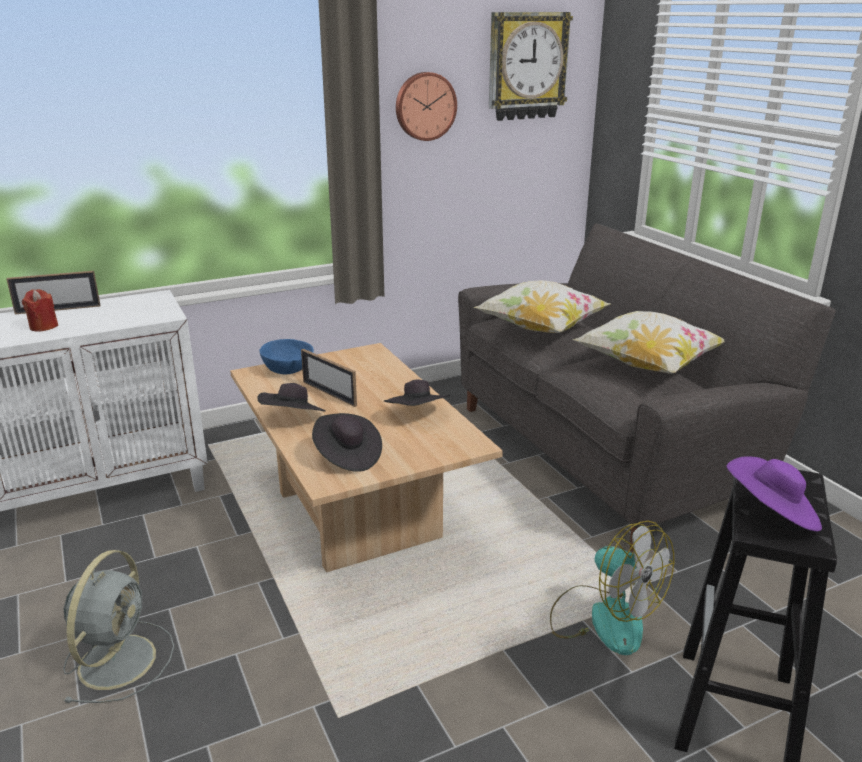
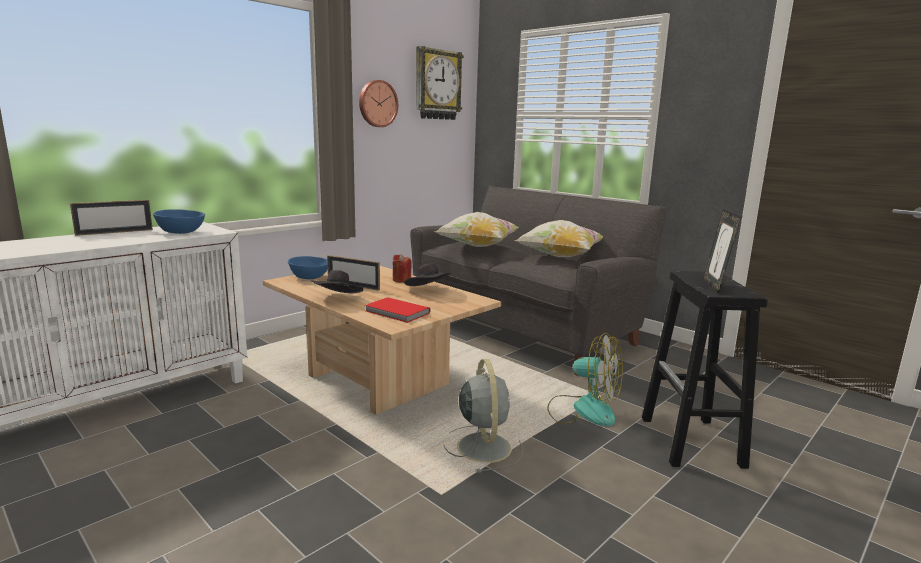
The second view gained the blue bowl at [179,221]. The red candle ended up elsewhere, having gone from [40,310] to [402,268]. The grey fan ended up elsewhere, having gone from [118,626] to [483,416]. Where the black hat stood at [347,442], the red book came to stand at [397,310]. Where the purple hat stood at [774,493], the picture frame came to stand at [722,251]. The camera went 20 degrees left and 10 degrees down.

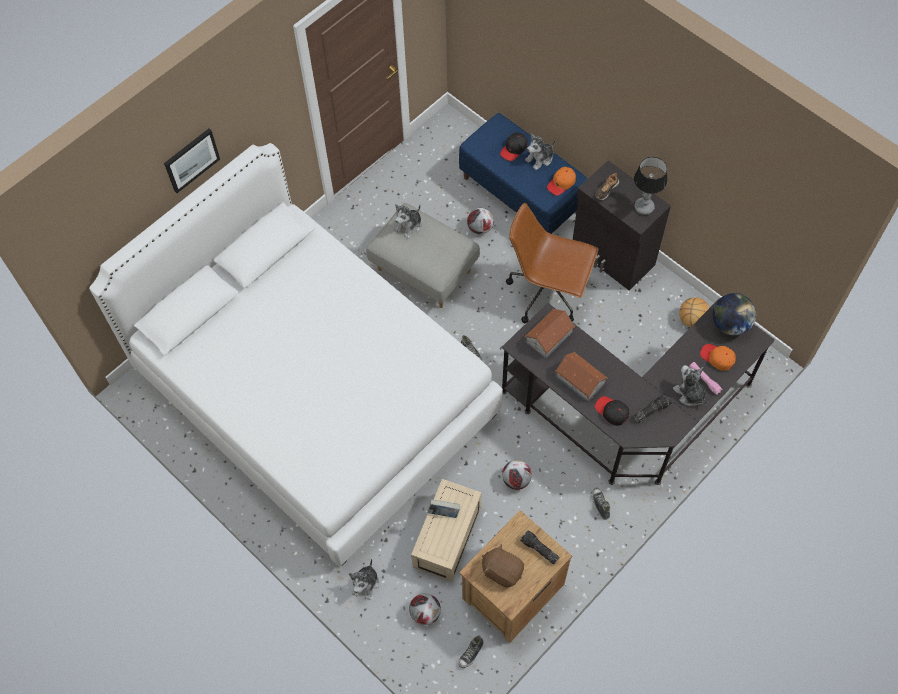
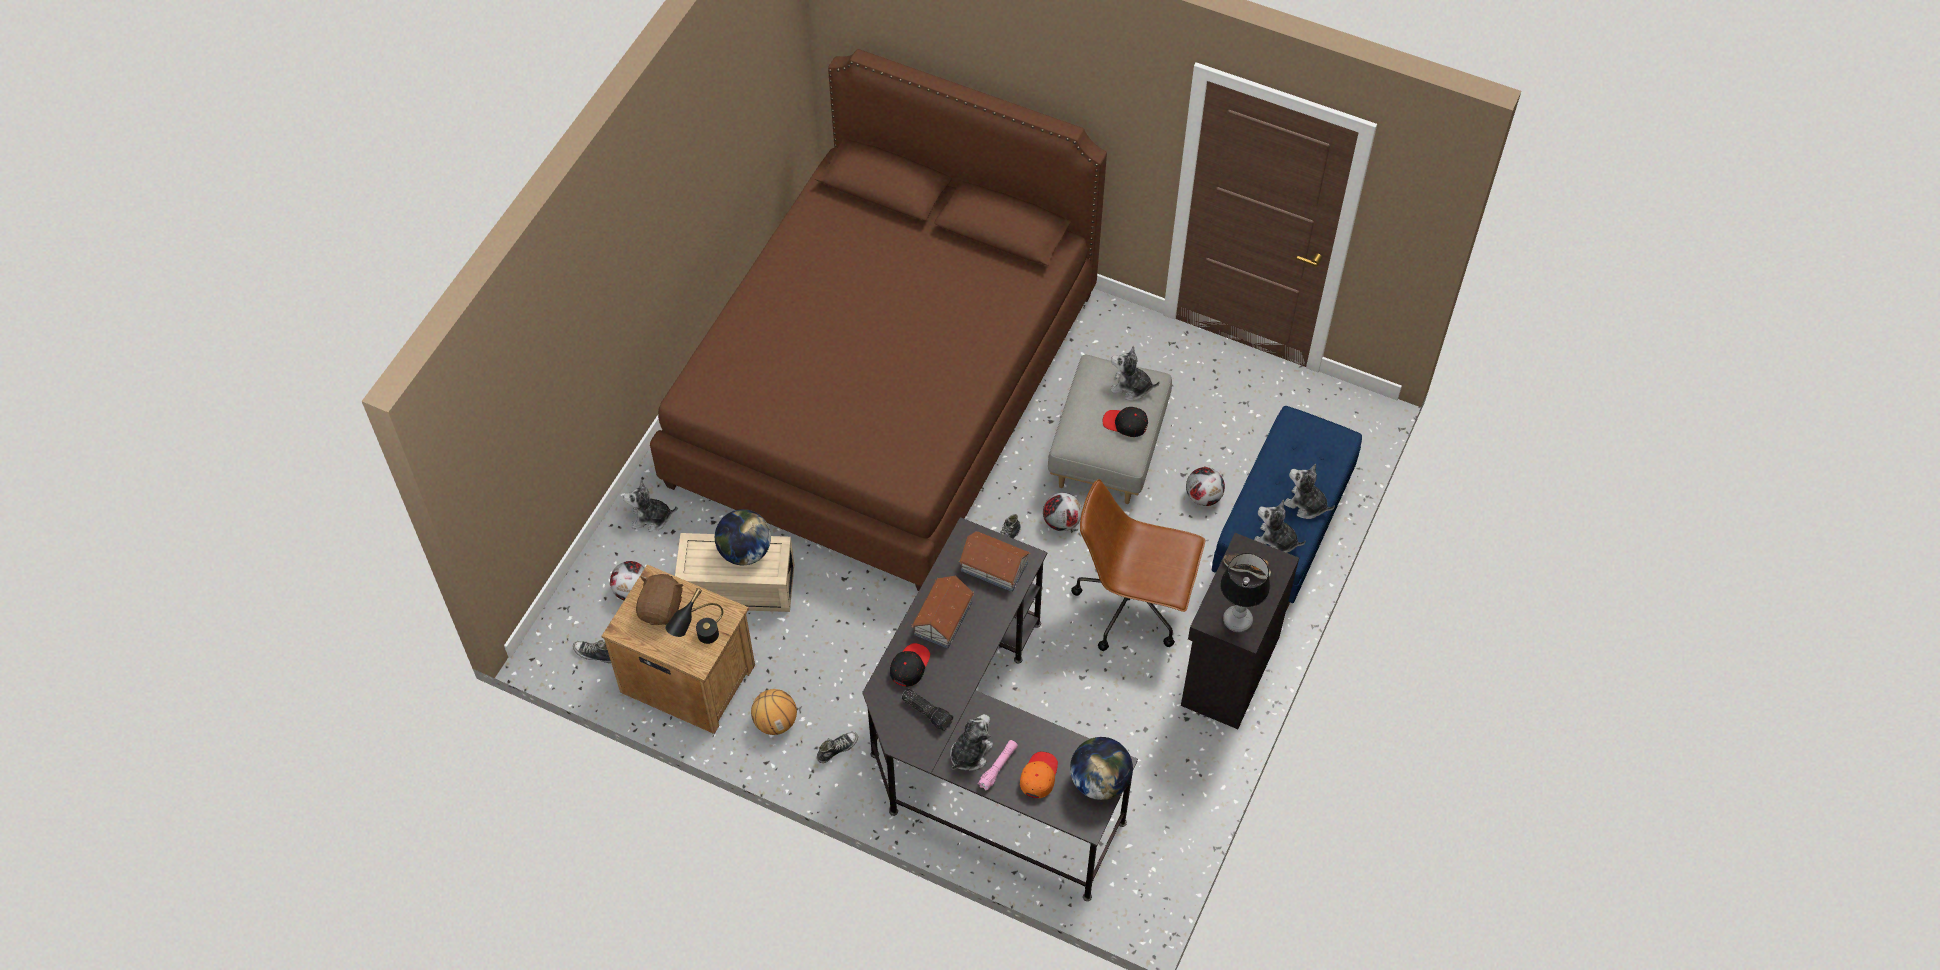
The second view lost the picture at [192,161]. The black cap ended up elsewhere, having gone from [513,146] to [1125,422]. The football ended up elsewhere, having gone from [517,475] to [1062,512]. The basketball ended up elsewhere, having gone from [694,312] to [774,712]. Where the book stood at [443,508], the globe came to stand at [743,537]. Where the flashlight stood at [539,547], the black table lamp came to stand at [694,616]. Where the orange cap stood at [561,181], the plush toy came to stand at [1280,526]. What was the white bed at [296,354] turned into the brown bed at [878,320]. The brown office chair at [552,263] ended up facing another way, 75 degrees counterclockwise from before. The camera went 70 degrees right and 5 degrees down.

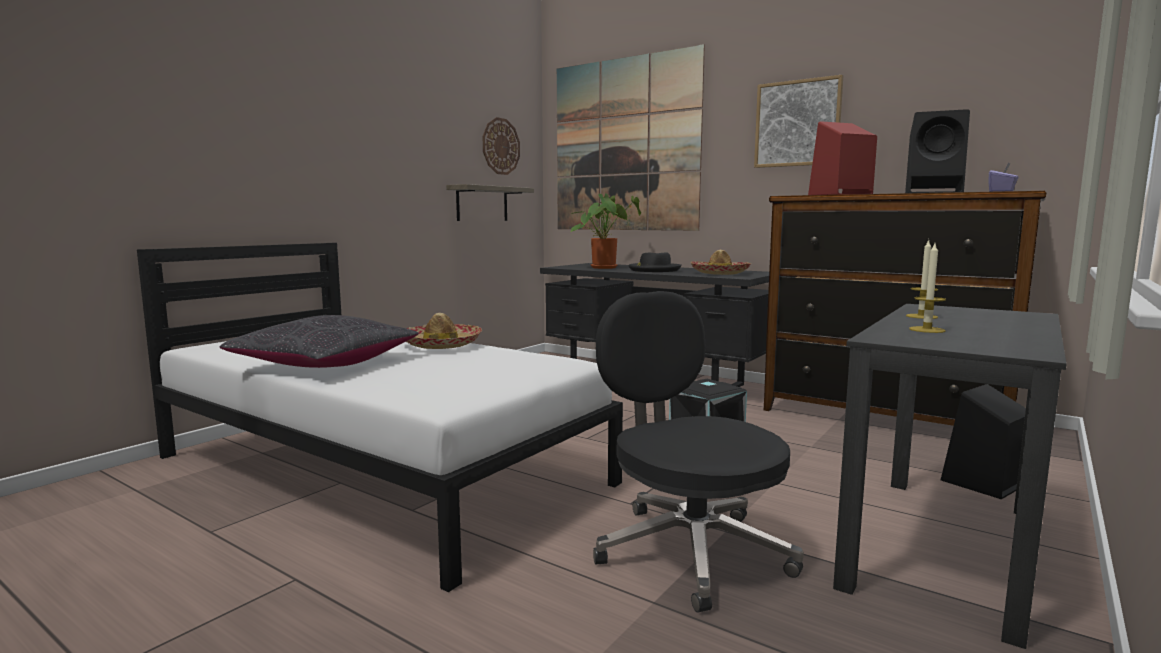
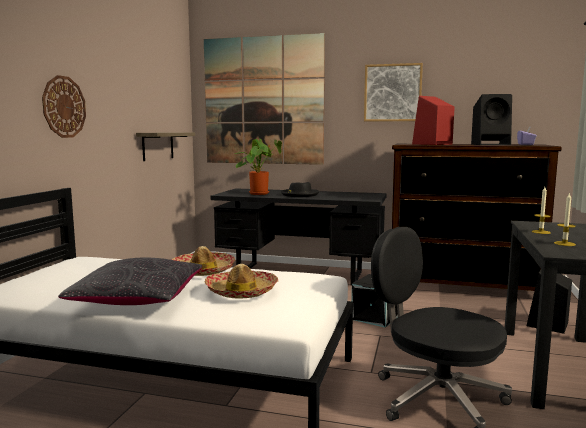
The wall clock ended up elsewhere, having gone from [501,146] to [64,106]. The hat ended up elsewhere, having gone from [720,262] to [241,281]. The camera went 20 degrees left and 0 degrees up.

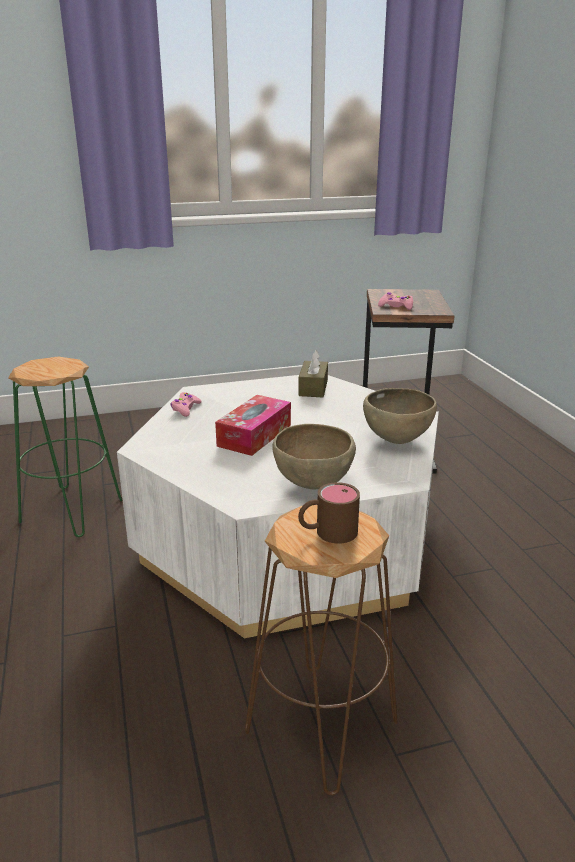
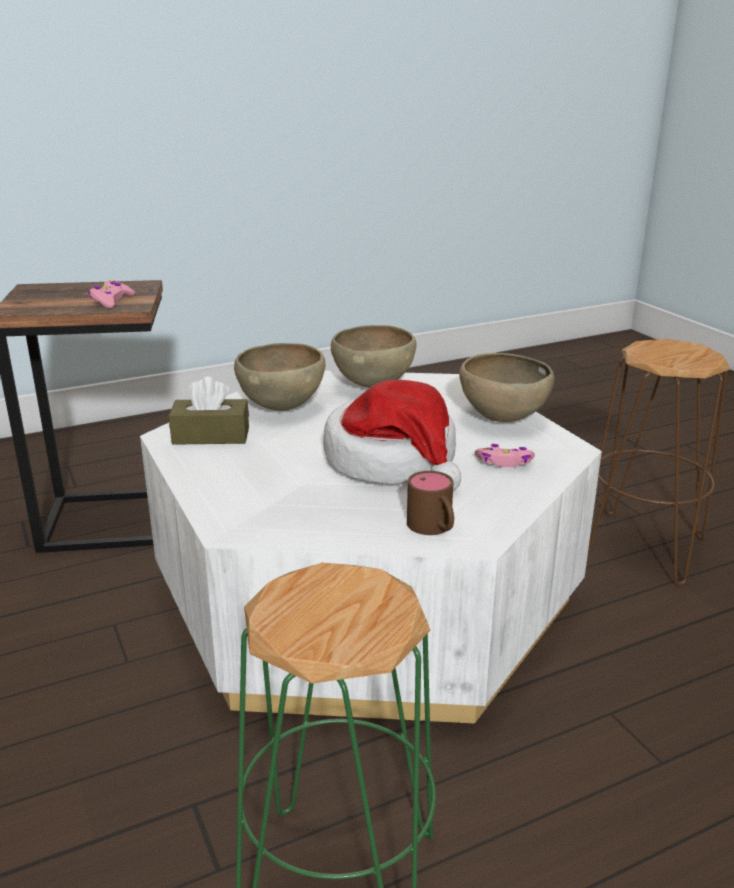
The second view gained the brown bowl at [279,377]. The pink game controller ended up elsewhere, having gone from [186,404] to [505,455]. The brown mug ended up elsewhere, having gone from [329,513] to [430,503]. Where the tissue box stood at [253,425], the hat came to stand at [392,435]. The camera went 100 degrees left and 0 degrees up.

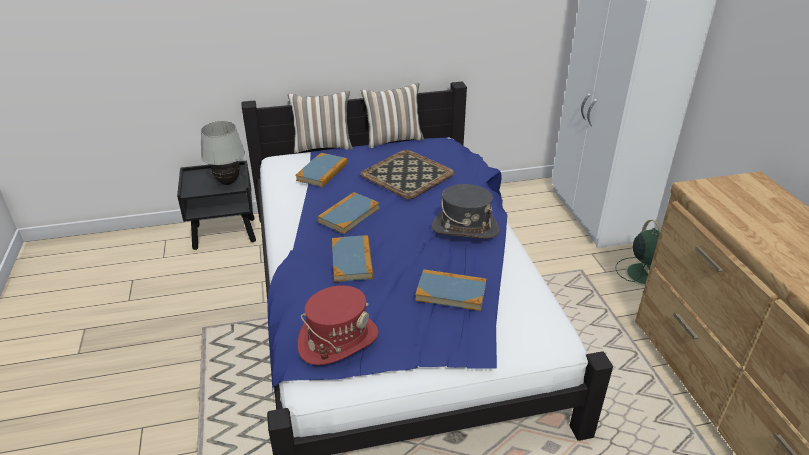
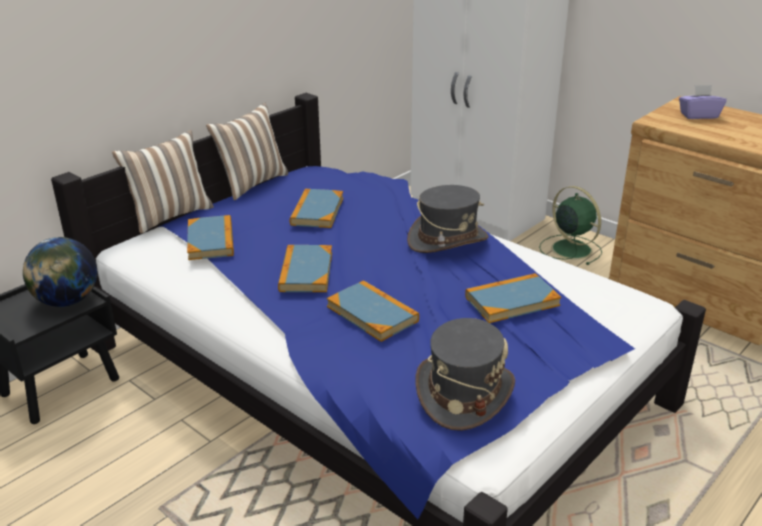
The second view gained the purple tissue box at [703,102]. Where the white table lamp stood at [223,153], the globe came to stand at [60,272]. Where the tray stood at [407,174], the book came to stand at [316,208]. What was the red hat at [338,325] turned into the grey hat at [465,374]. The camera went 35 degrees left and 5 degrees down.

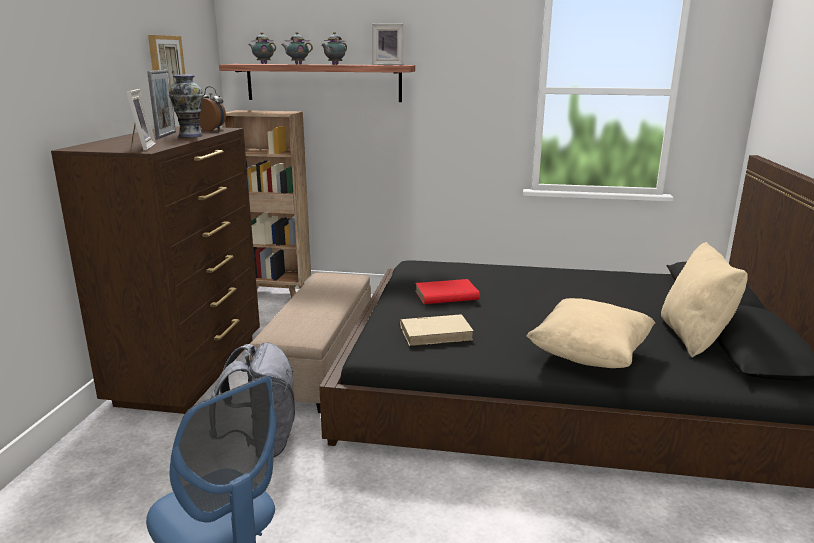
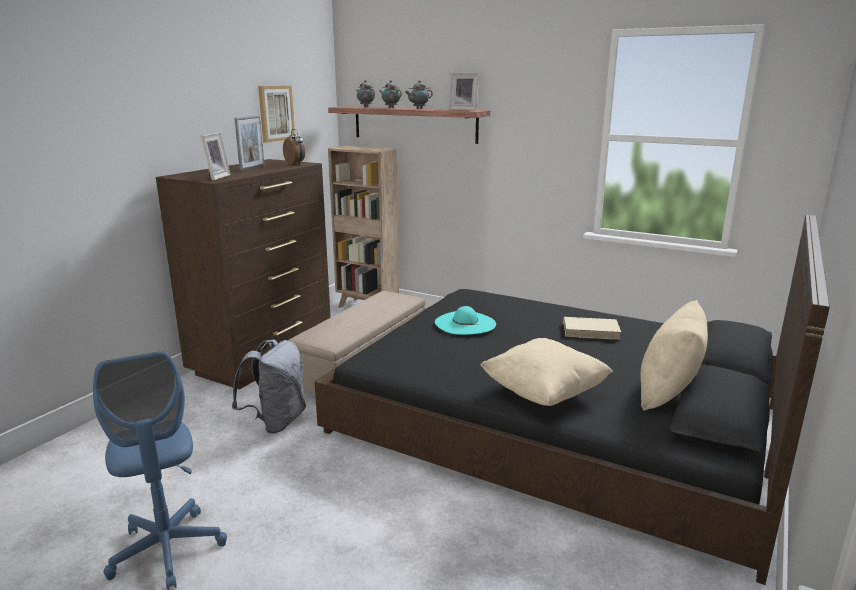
The second view lost the vase at [186,106]. The beige book ended up elsewhere, having gone from [436,330] to [592,328]. Where the red book stood at [447,291], the turquoise hat came to stand at [465,320]. The camera went 20 degrees right and 0 degrees up.

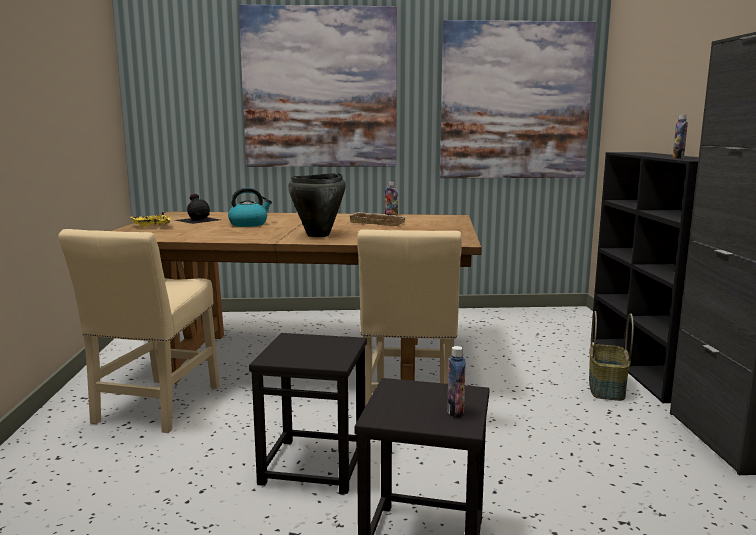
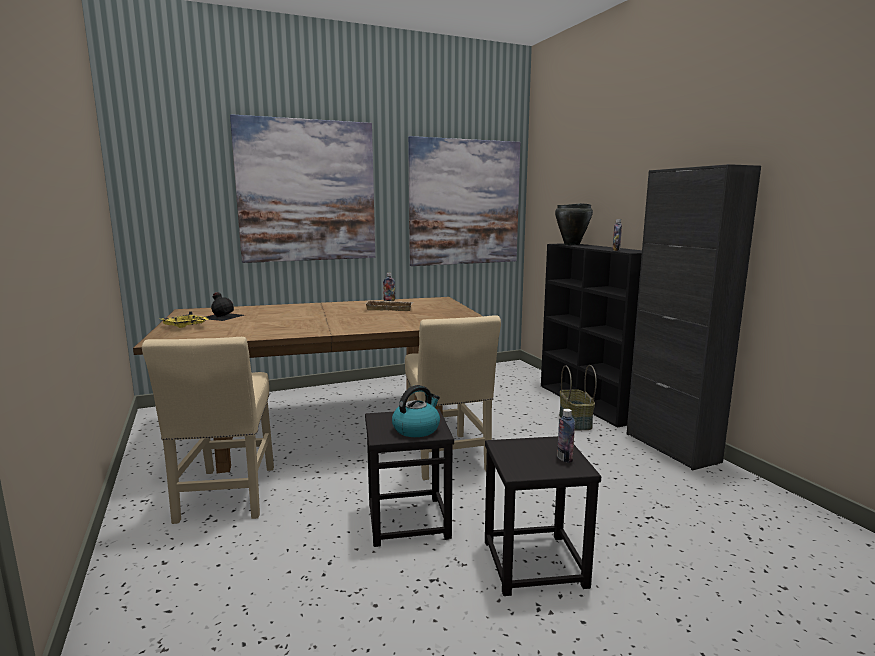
The kettle ended up elsewhere, having gone from [250,207] to [416,411]. The black cooking pot ended up elsewhere, having gone from [317,205] to [574,224]. The camera went 20 degrees left and 0 degrees up.

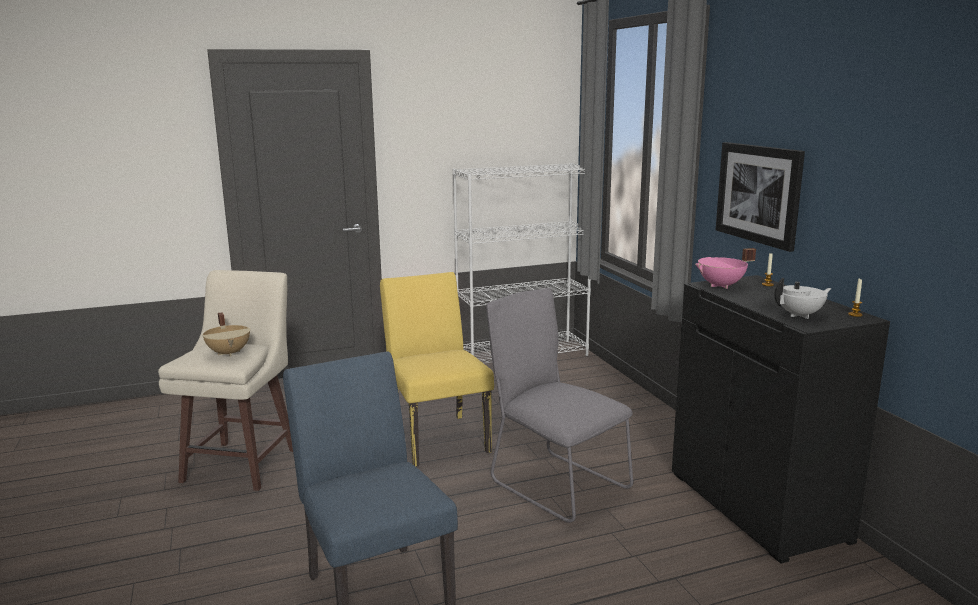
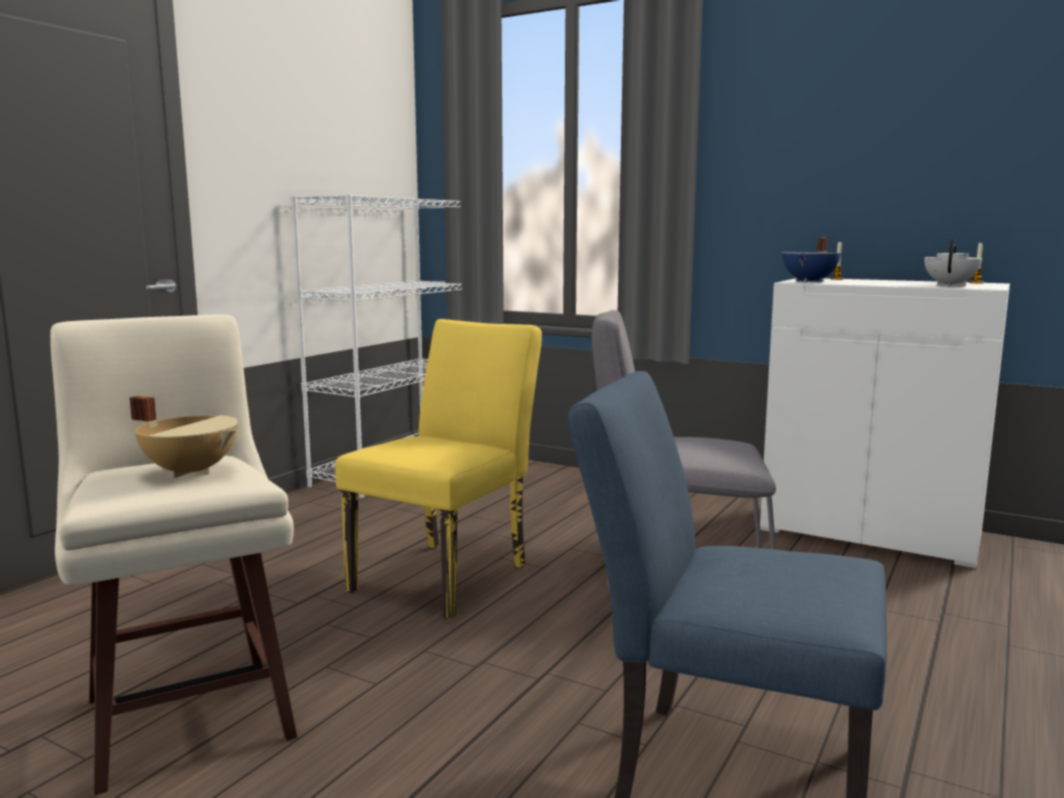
The second view lost the picture at [760,197]. What was the black cabinet at [781,419] turned into the white cabinet at [885,423]. What was the pink cooking pot at [725,268] turned into the blue cooking pot at [811,260]. The yellow chair at [437,369] ended up facing another way, 90 degrees clockwise from before. The camera went 40 degrees left and 5 degrees down.

